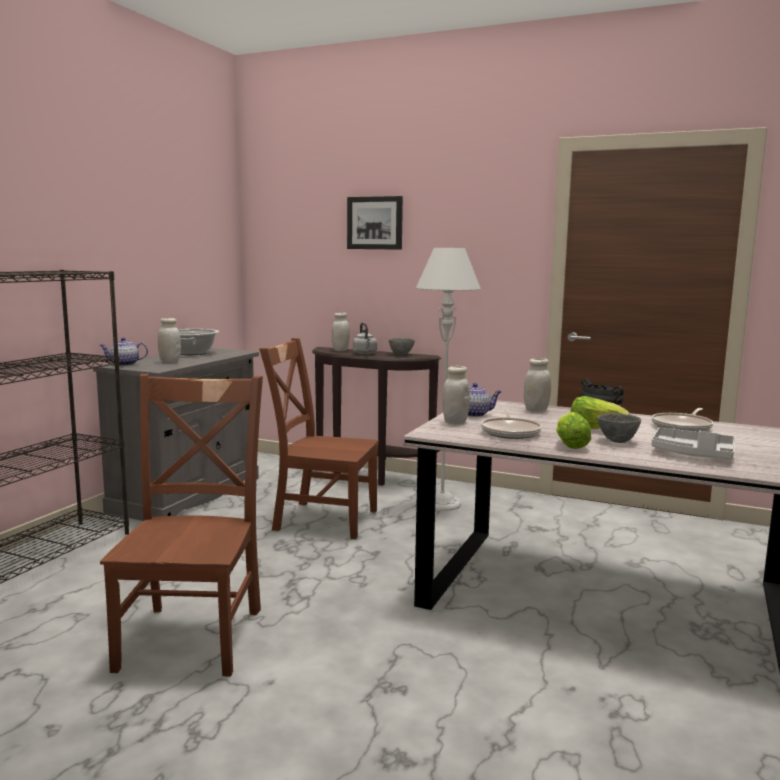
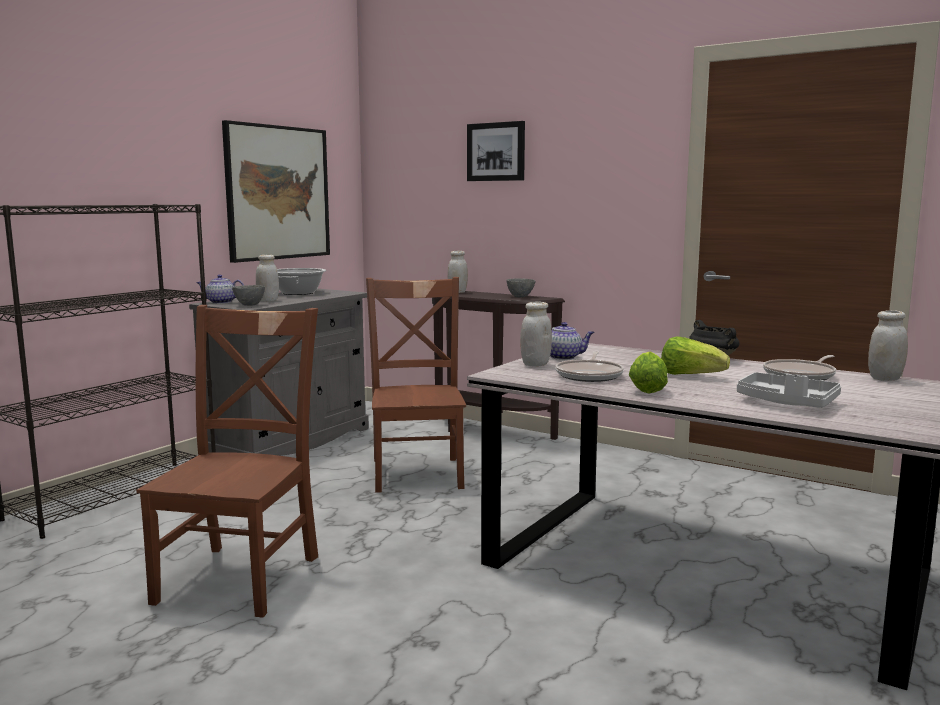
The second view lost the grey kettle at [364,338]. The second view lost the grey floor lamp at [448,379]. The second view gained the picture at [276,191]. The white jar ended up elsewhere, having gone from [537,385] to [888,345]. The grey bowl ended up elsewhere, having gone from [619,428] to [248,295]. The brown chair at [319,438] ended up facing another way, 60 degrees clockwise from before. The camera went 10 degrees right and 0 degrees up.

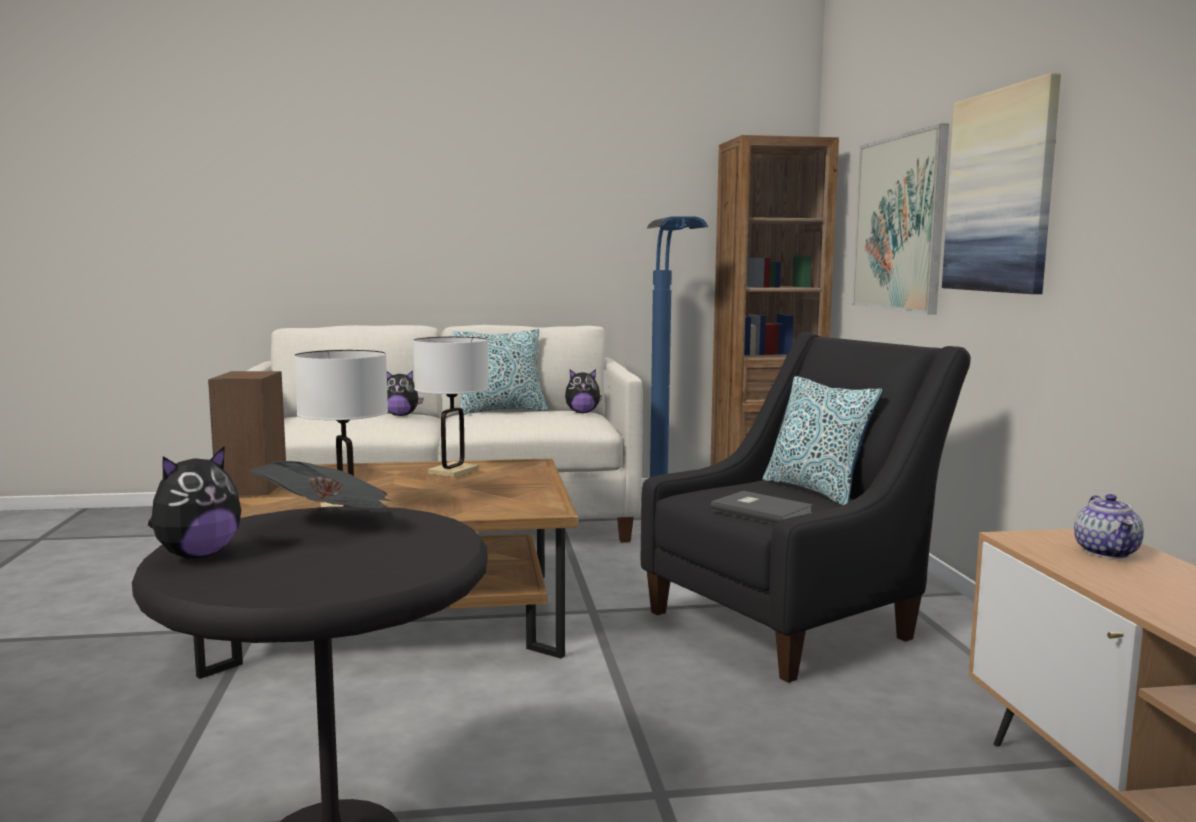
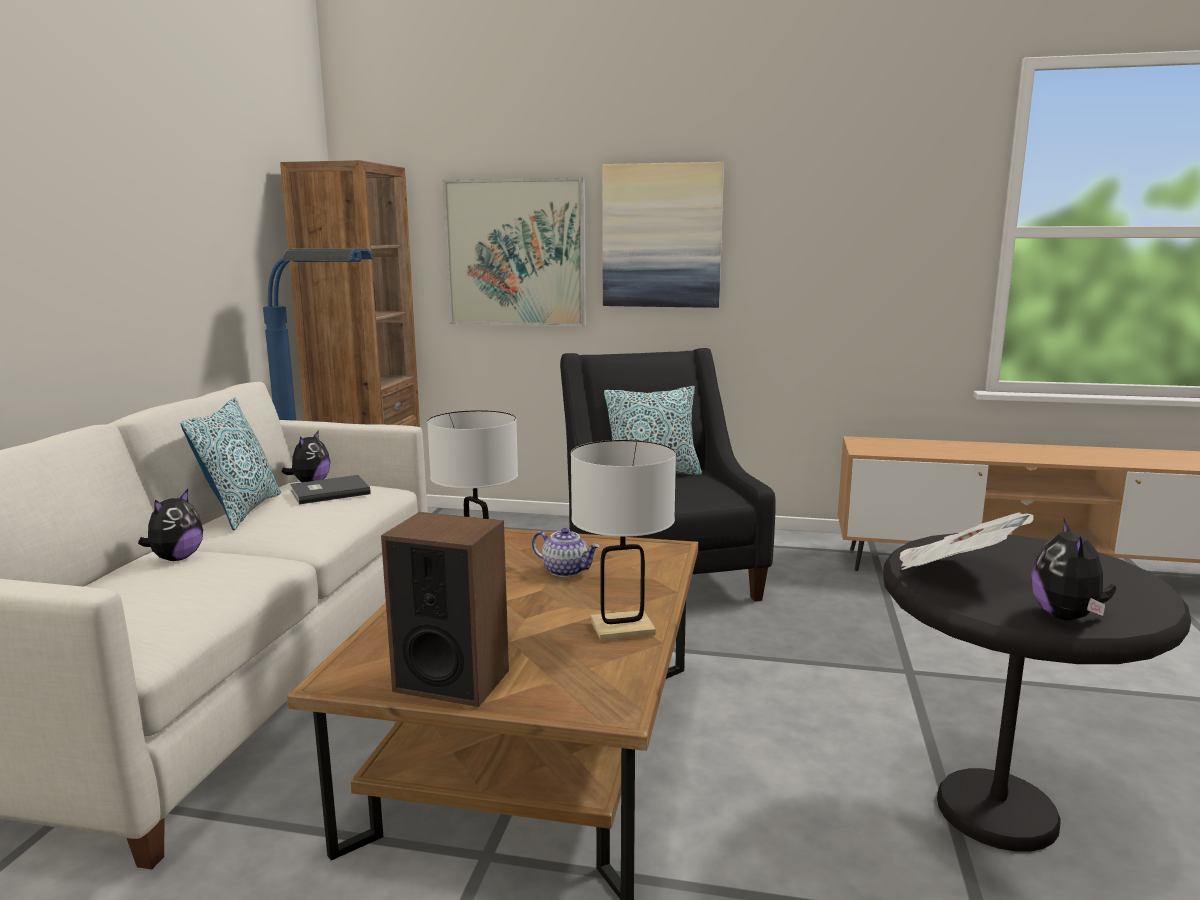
The grey book ended up elsewhere, having gone from [761,507] to [330,489]. The teapot ended up elsewhere, having gone from [1109,526] to [566,552]. The plush toy at [194,502] ended up facing another way, 135 degrees counterclockwise from before. The camera went 70 degrees left and 5 degrees up.

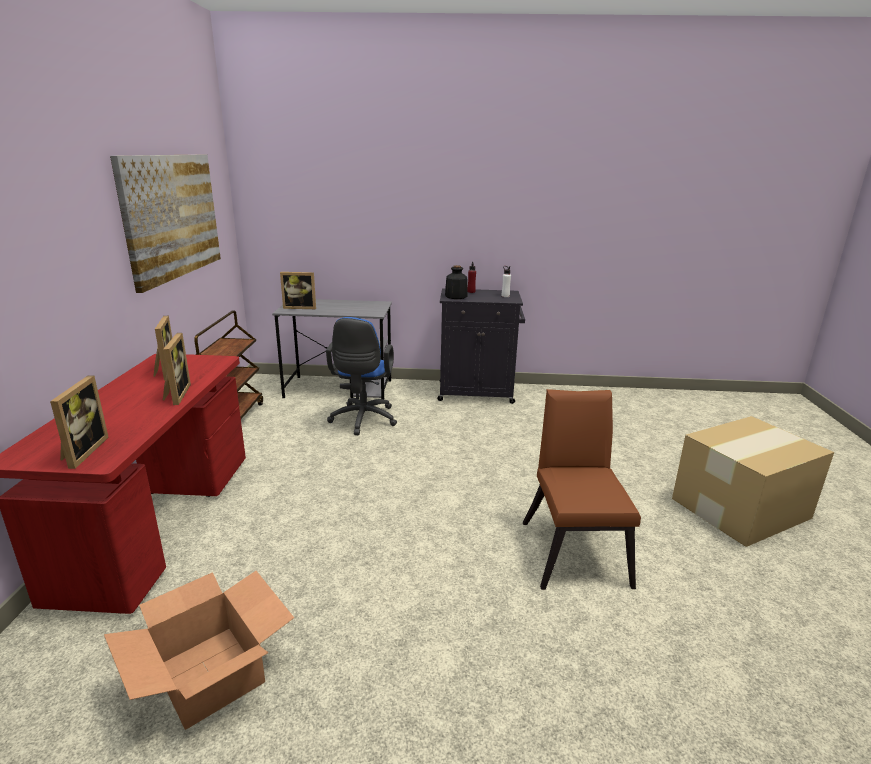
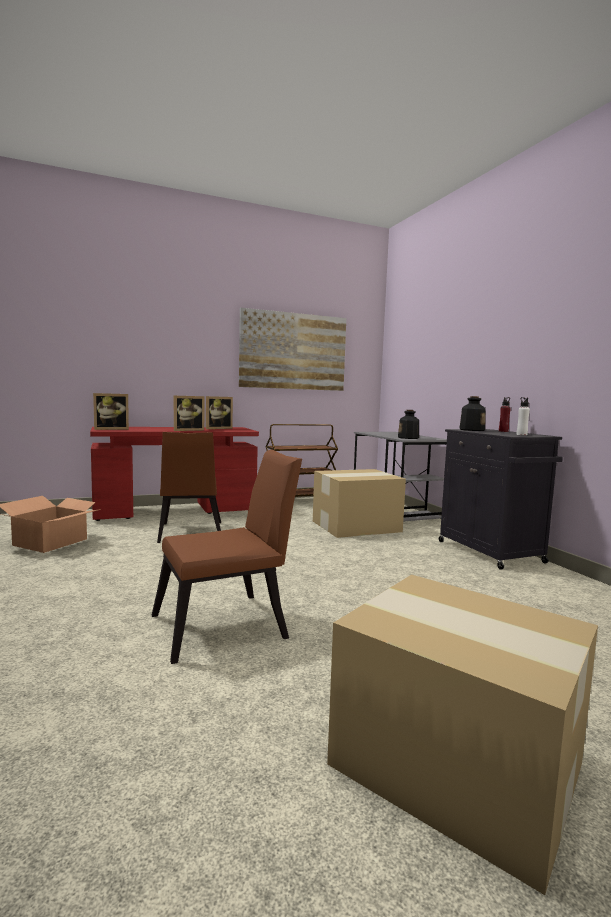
The second view lost the picture frame at [298,290]. The second view gained the brown chair at [189,487]. The second view gained the bottle at [408,424]. Where the blue office chair stood at [361,376], the cardboard box came to stand at [359,503]. The camera went 65 degrees right and 15 degrees down.

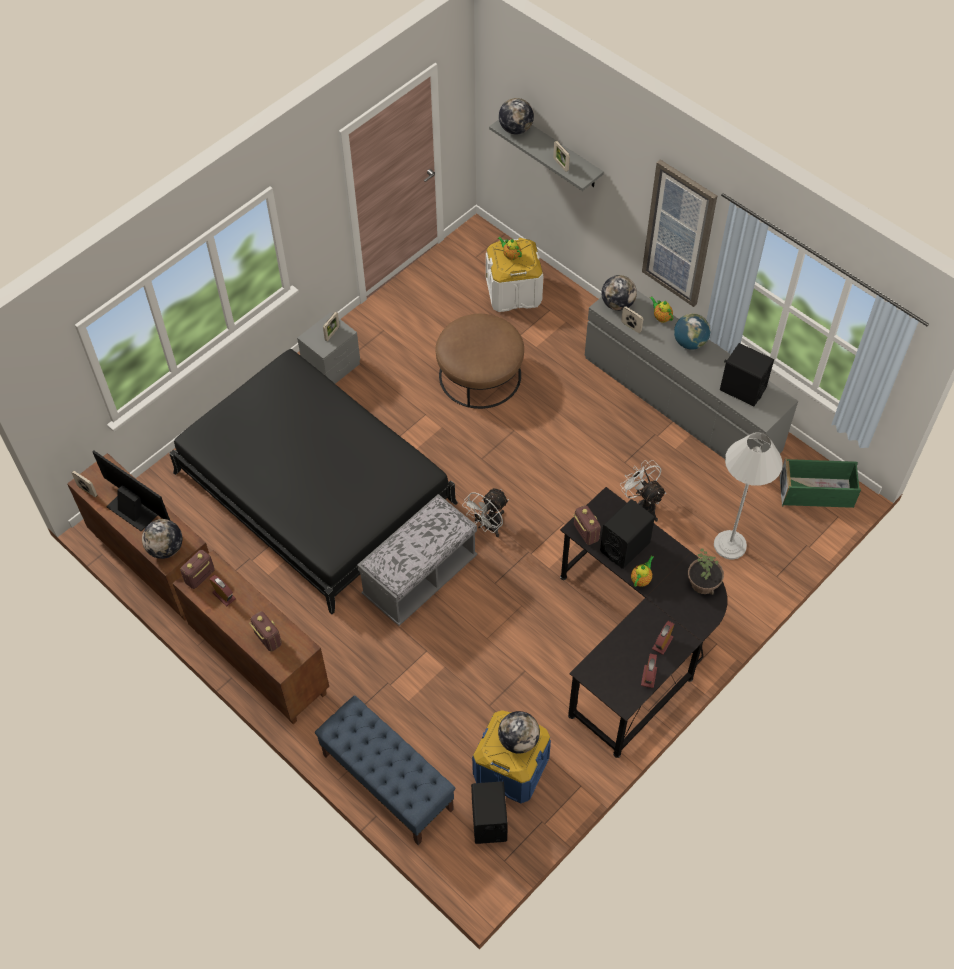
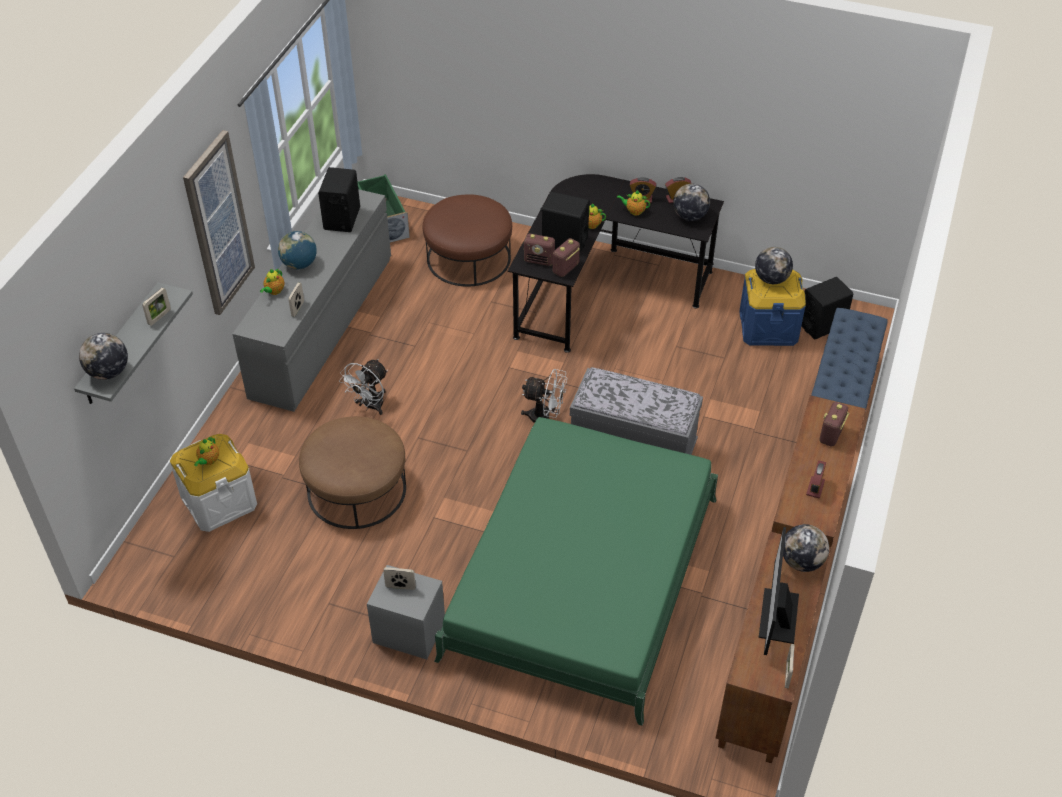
The second view lost the potted plant at [706,571]. The second view gained the teapot at [633,202]. The radio ended up elsewhere, having gone from [197,569] to [539,250]. The globe ended up elsewhere, having gone from [619,293] to [691,202]. The white fan ended up elsewhere, having gone from [643,491] to [363,387]. Where the white floor lamp stood at [748,495], the brown ottoman came to stand at [467,241]. What was the black bed at [313,481] turned into the green bed at [576,571]. The camera went 115 degrees left and 10 degrees down.

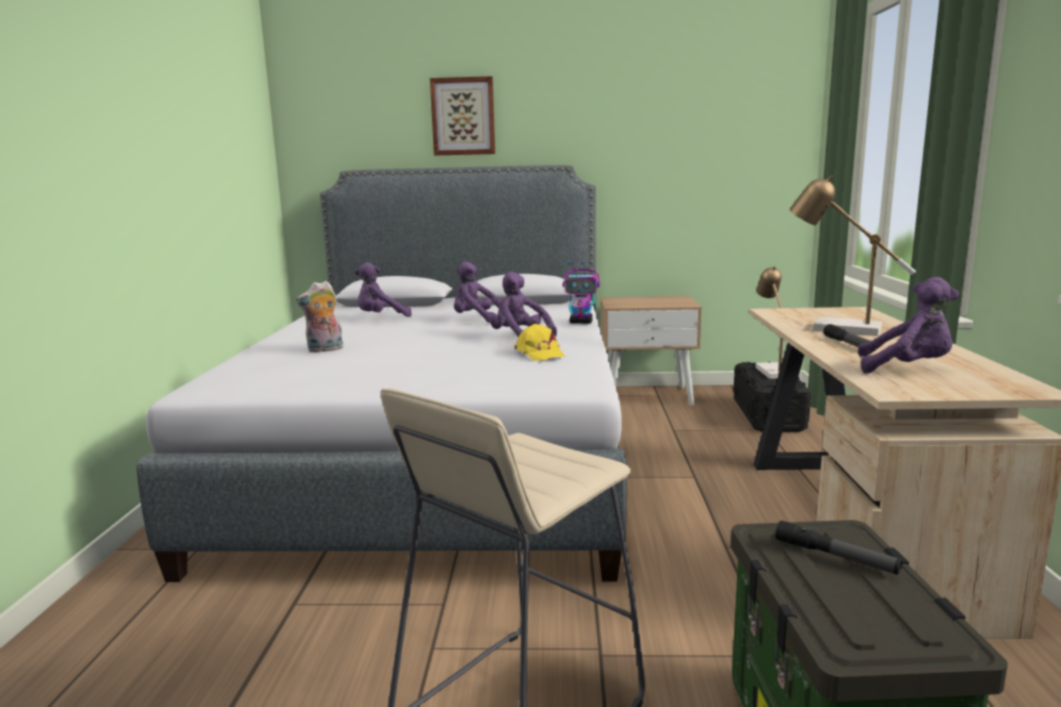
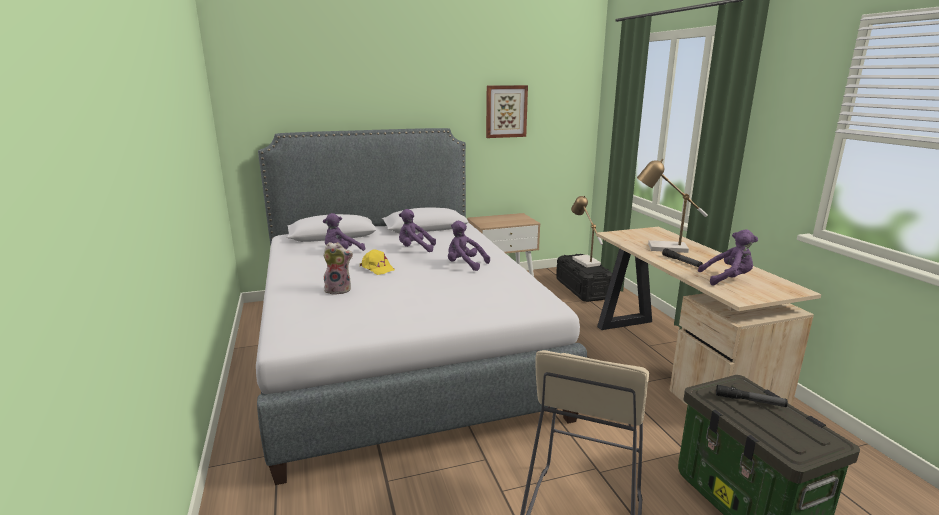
The second view lost the toy robot at [581,292]. The picture ended up elsewhere, having gone from [462,116] to [507,111]. The yellow cap ended up elsewhere, having gone from [539,342] to [377,262]. The plush toy at [320,316] ended up facing another way, 135 degrees counterclockwise from before. The camera went 20 degrees left and 5 degrees up.

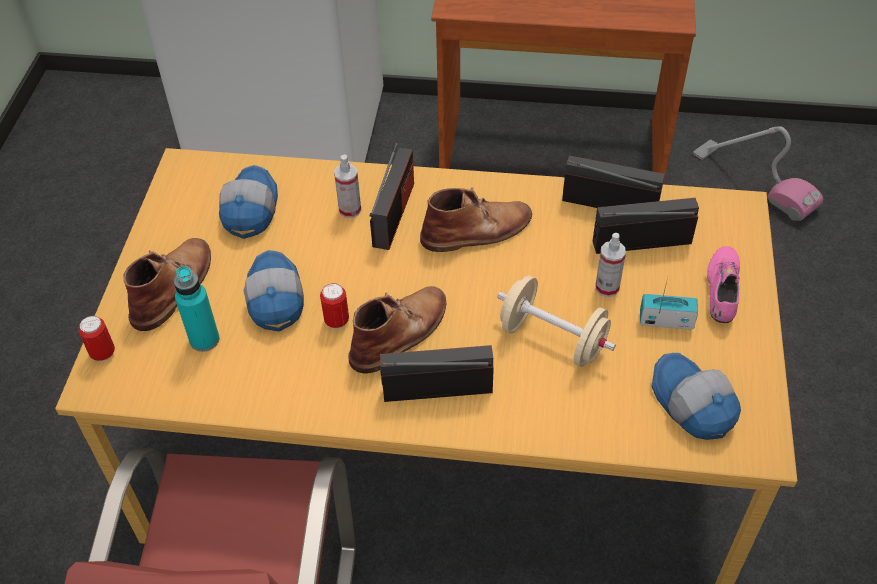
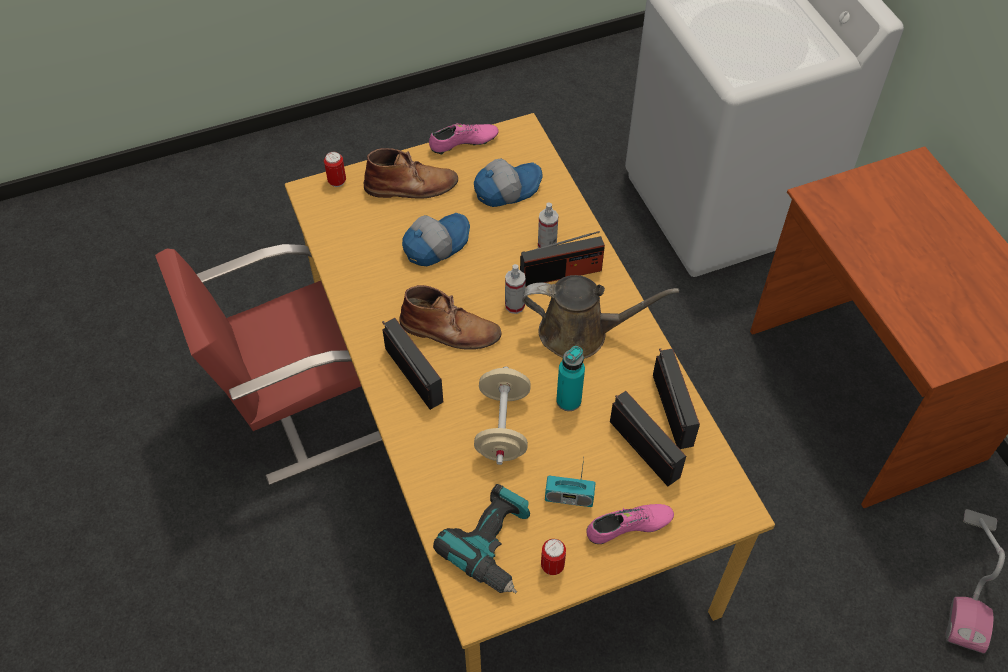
The second view gained the pink shoe at [464,139]. The turquoise bottle ended up elsewhere, having gone from [196,309] to [570,378]. The can ended up elsewhere, having gone from [334,306] to [553,557]. The spray bottle ended up elsewhere, having gone from [610,265] to [515,289]. Where the brown boot stood at [476,220], the brown watering can came to stand at [601,317]. Where the cap stood at [696,396], the power drill came to stand at [481,538]. The radio at [669,303] ended up facing another way, 120 degrees clockwise from before. The camera went 60 degrees right and 5 degrees up.

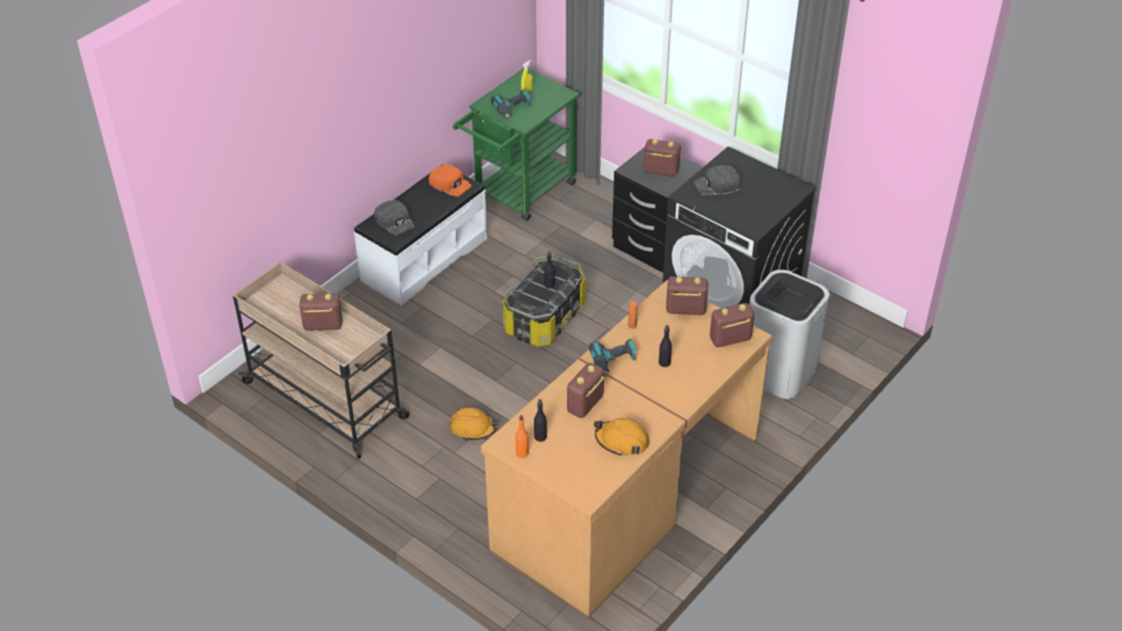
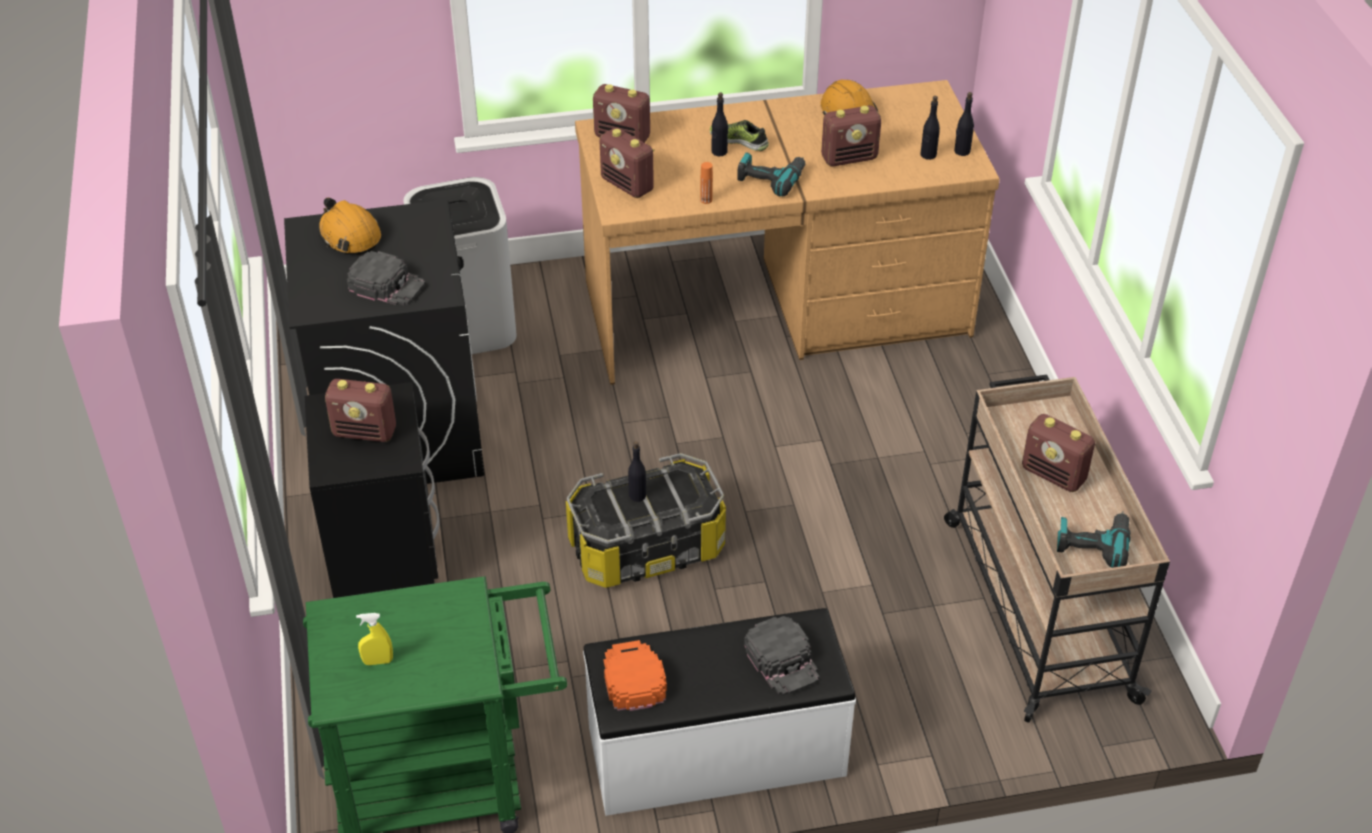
The second view gained the shoe at [739,135]. The orange hard hat ended up elsewhere, having gone from [474,423] to [349,226]. The power drill ended up elsewhere, having gone from [511,104] to [1093,539]. What was the orange bottle at [522,436] turned into the black bottle at [964,124]. The black cap at [394,218] ended up facing another way, 150 degrees clockwise from before. The radio at [662,158] ended up facing another way, 45 degrees counterclockwise from before. The camera went 140 degrees left and 0 degrees up.

